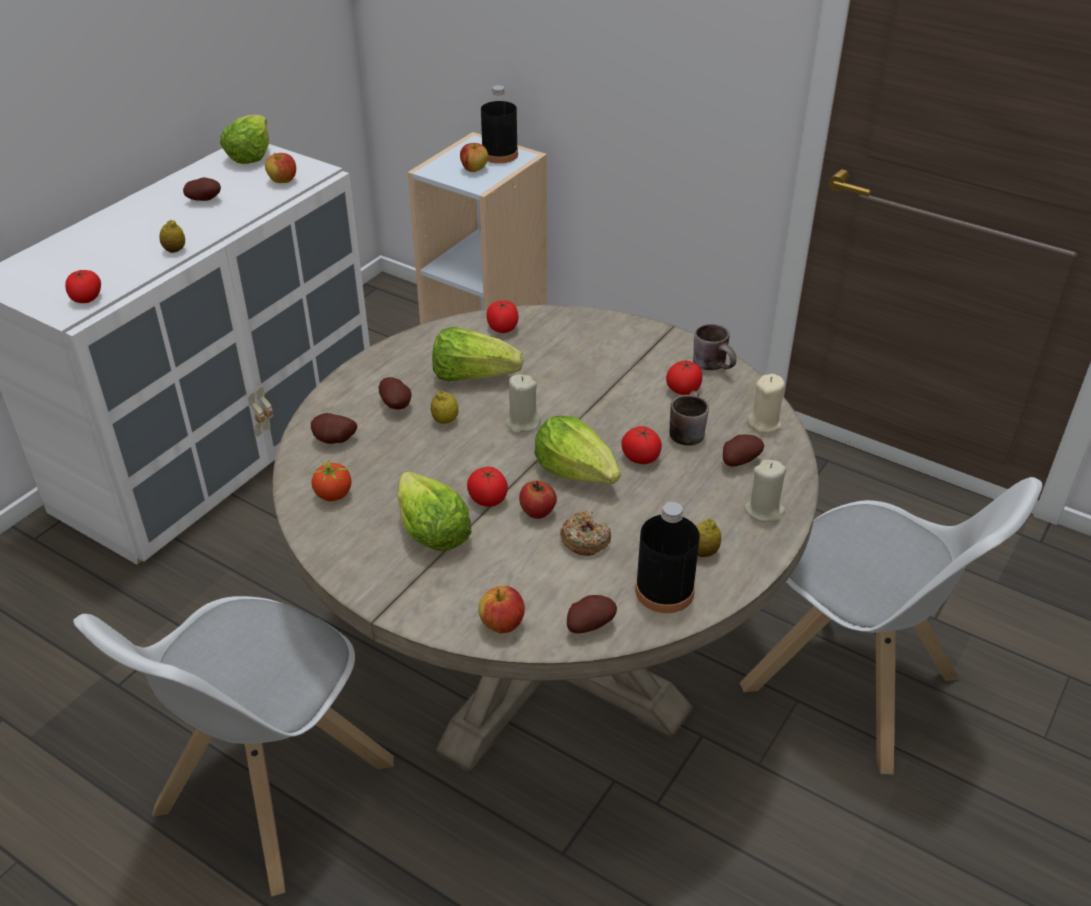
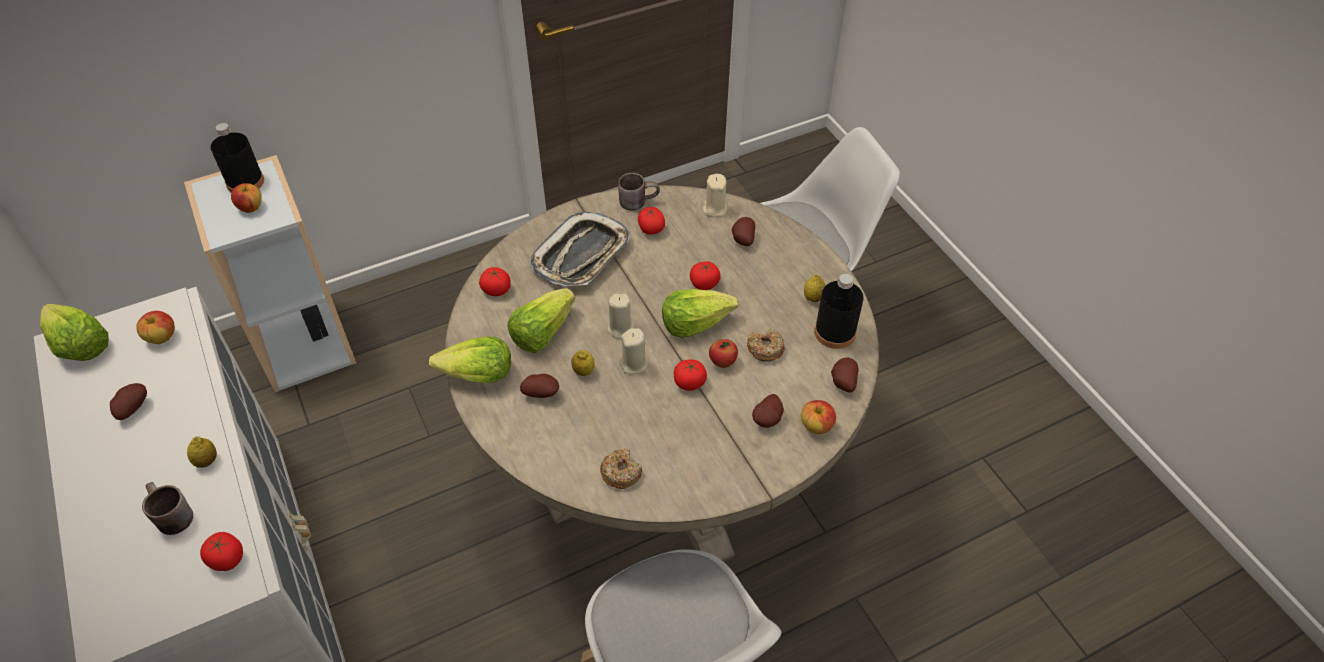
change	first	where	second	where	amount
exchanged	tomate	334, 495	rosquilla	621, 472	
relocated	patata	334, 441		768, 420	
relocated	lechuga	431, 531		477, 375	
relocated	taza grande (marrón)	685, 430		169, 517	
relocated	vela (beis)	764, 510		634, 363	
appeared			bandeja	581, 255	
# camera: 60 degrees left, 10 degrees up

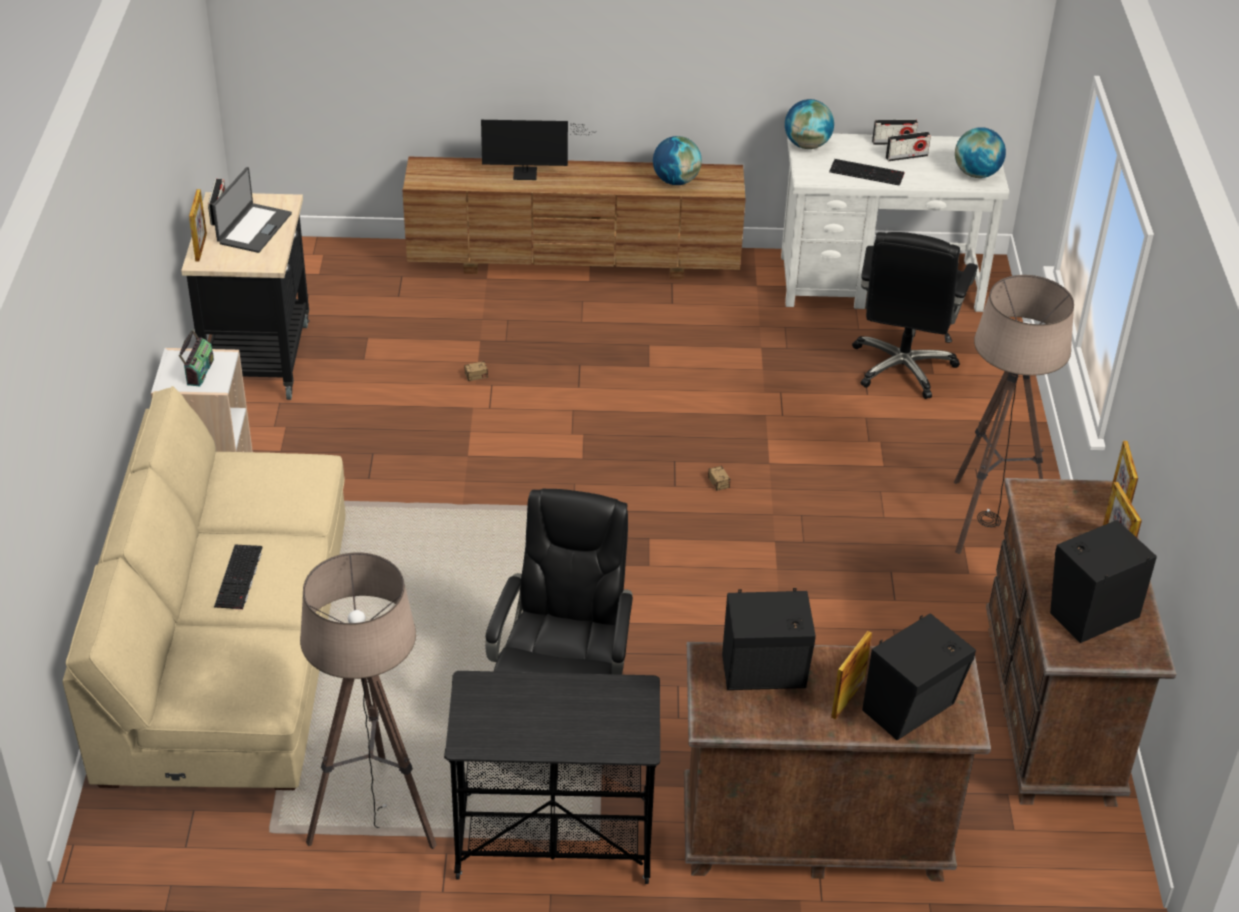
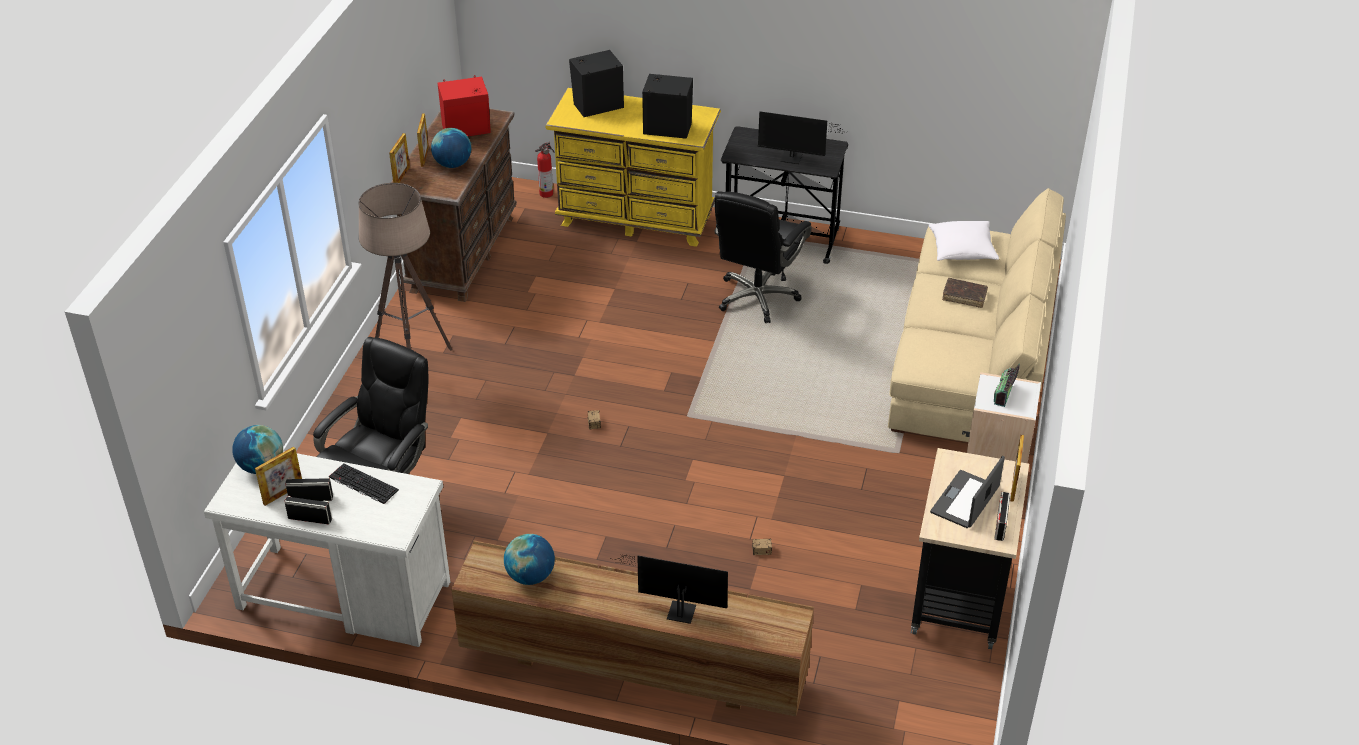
change	first	where	second	where	amount
exchanged	teclado	239, 578	libro (marrón)	964, 296	
missing	lámpara de pie	374, 816			
colour	cómoda (marrón)	814, 837	cómoda (amarillo)	636, 219	
relocated	globo terráqueo	807, 145		452, 164	
relocated	portarretratos	848, 698		283, 493	
colour	altavoz (negro)	1090, 612	altavoz (rojo)	467, 130	
appeared			extintor	547, 193	
appeared			monitor	794, 159	
appeared			cojín (blanco)	962, 250	
# camera: 165 degrees left, 0 degrees up

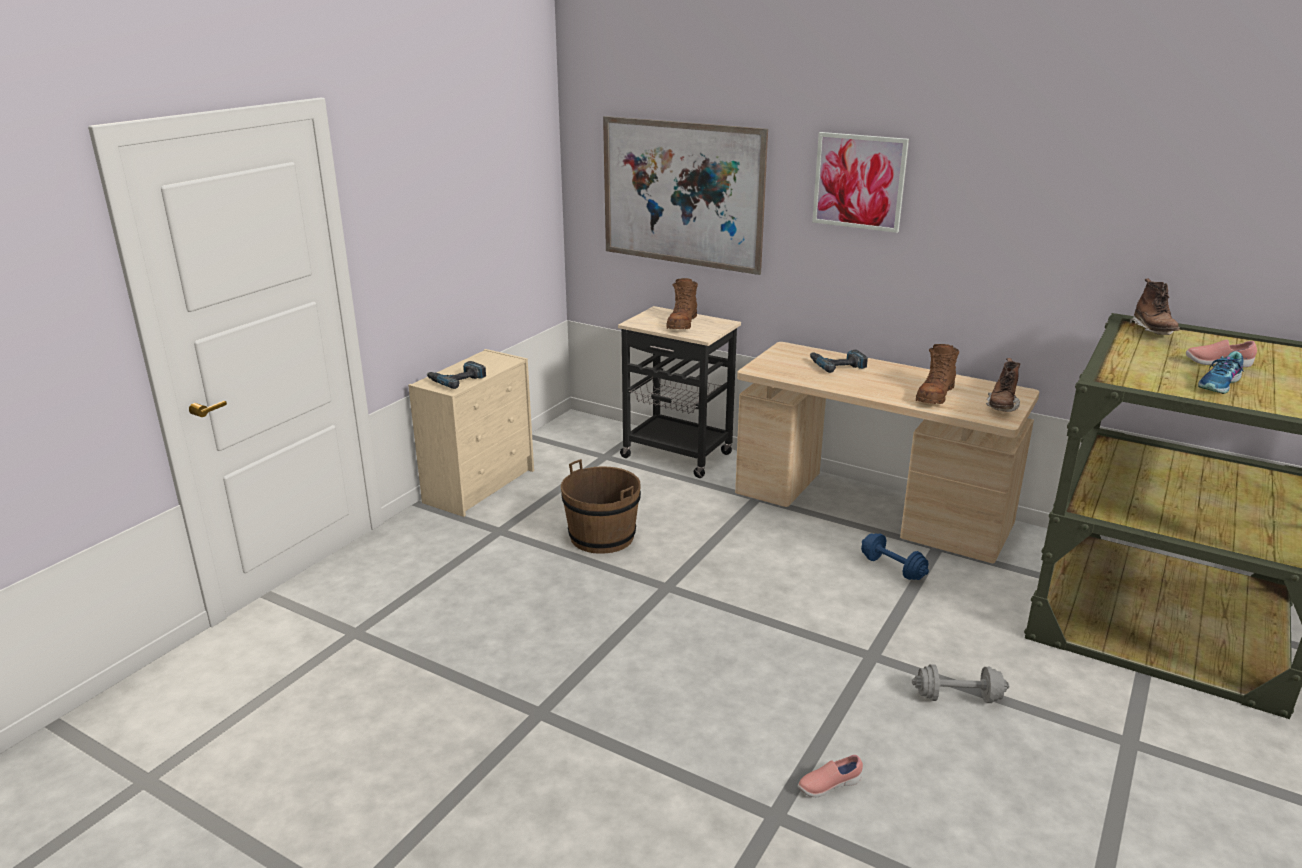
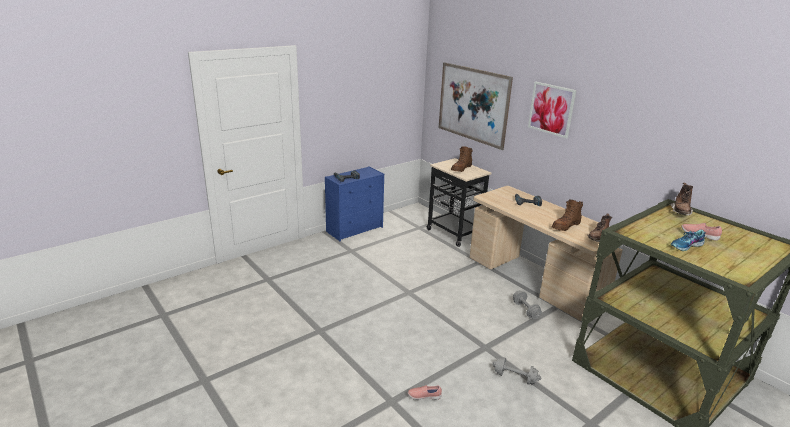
change	first	where	second	where	amount
colour	cómoda (beis)	480, 485	cómoda (azul)	355, 229	
missing	cubo (marrón)	602, 537			
colour	mancuerna (azul)	892, 568	mancuerna (gris)	525, 310	
# camera: 20 degrees right, 0 degrees up

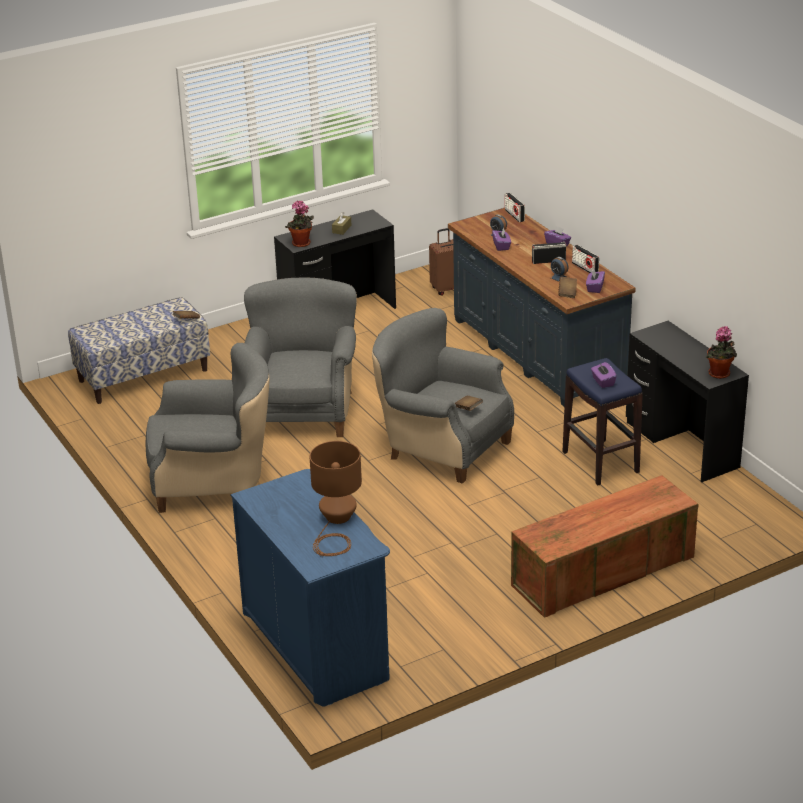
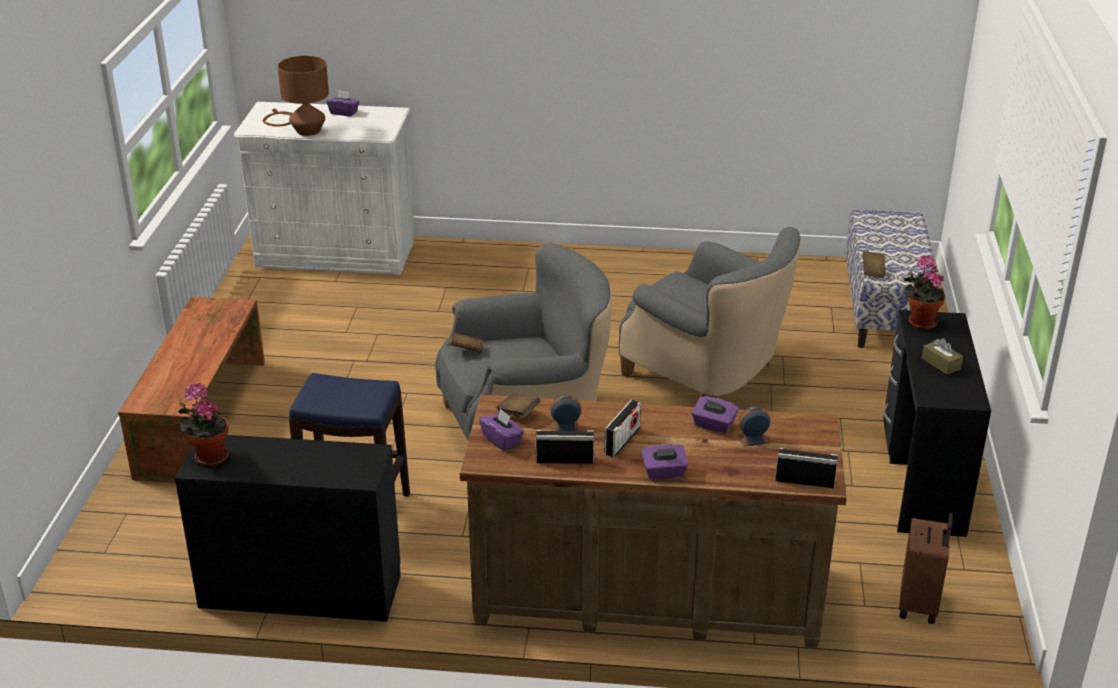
change	first	where	second	where	amount
missing	sillón (gris)	213, 481			
colour	cómoda (azul)	317, 648	cómoda (blanco)	335, 254	
relocated	caja de pañuelos (morado)	603, 382		344, 113	
# camera: 125 degrees right, 0 degrees up

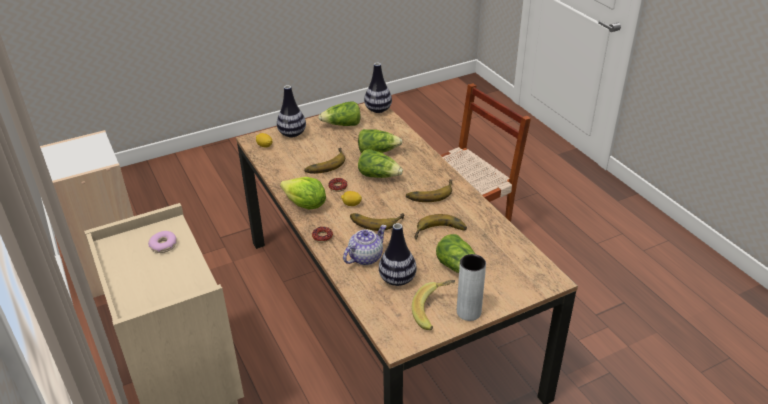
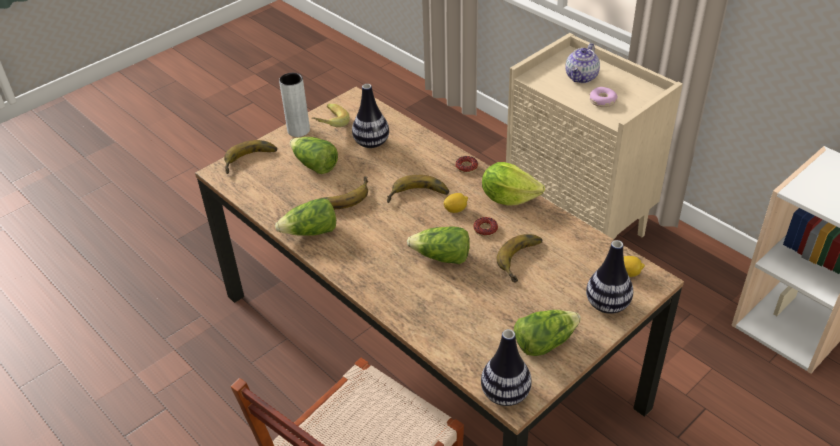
change	first	where	second	where	amount
relocated	tetera	365, 257		581, 77	
relocated	lechuga	377, 152		311, 232	
relocated	plátano	429, 193		251, 161	
# camera: 165 degrees right, 5 degrees up

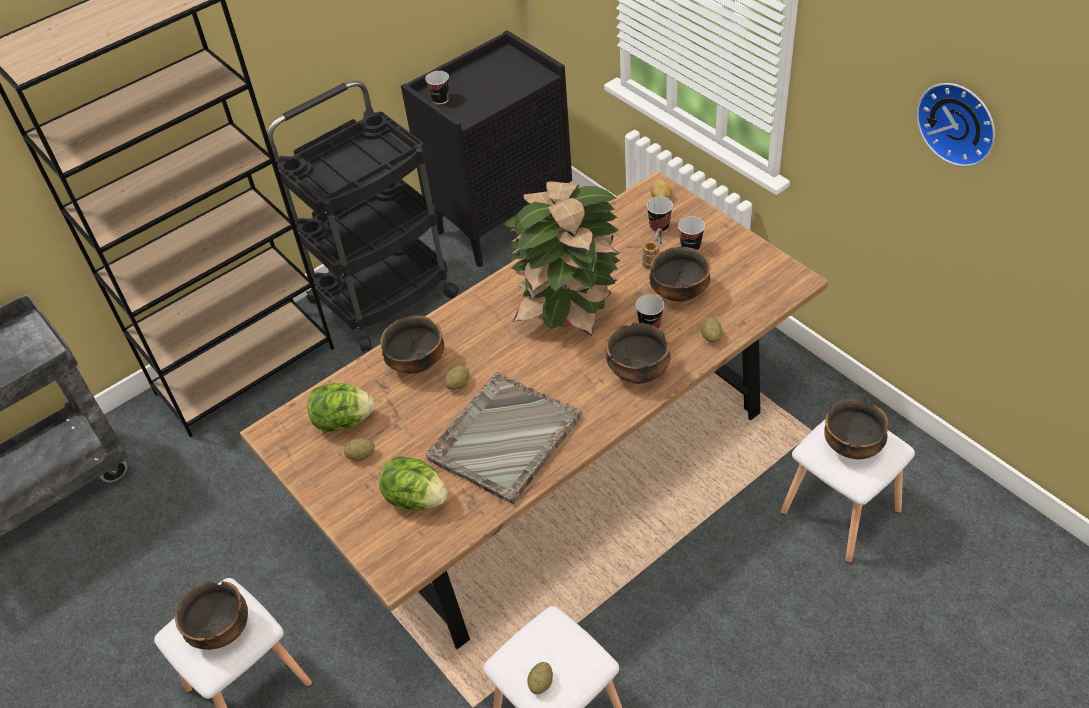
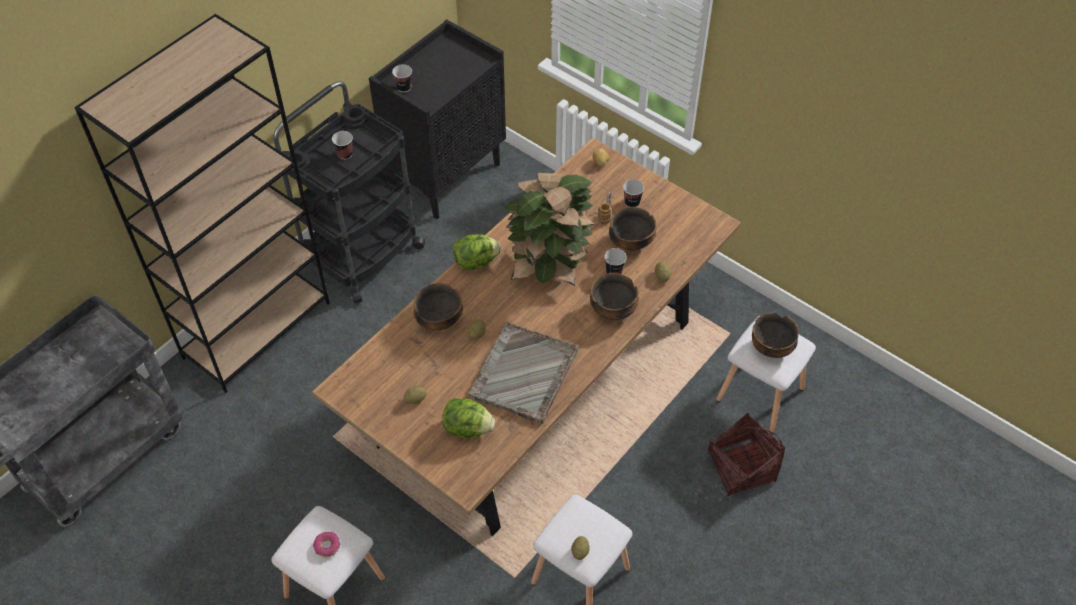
change	first	where	second	where	amount
exchanged	cuenco	222, 630	rosquilla	327, 546	
relocated	lechuga	343, 421		476, 262	
relocated	taza	659, 227		345, 154	
missing	reloj de pared	959, 121			
appeared			cesta	741, 467	
# camera: 15 degrees left, 5 degrees up

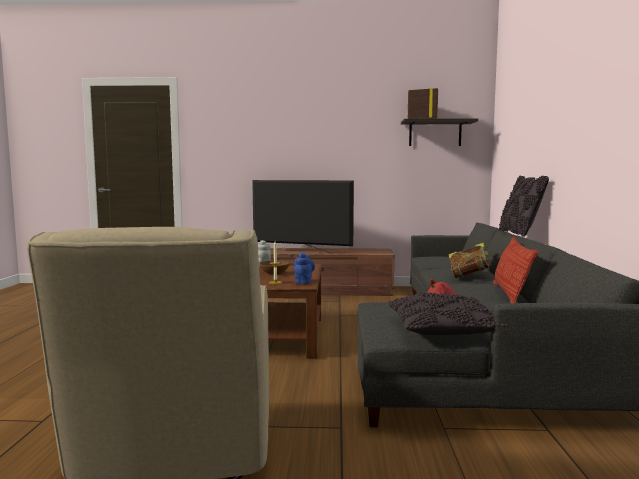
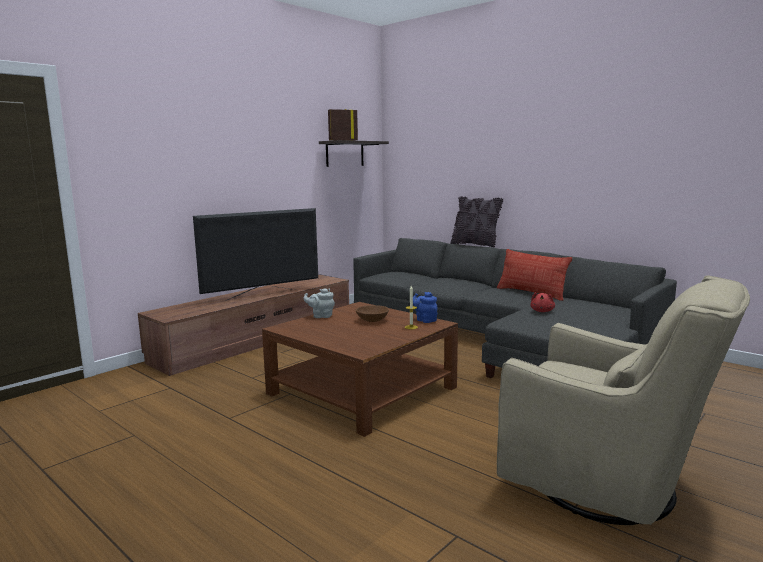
change	first	where	second	where	amount
missing	cojín (negro)	442, 329			
missing	libro	469, 277			
# camera: 50 degrees left, 5 degrees up

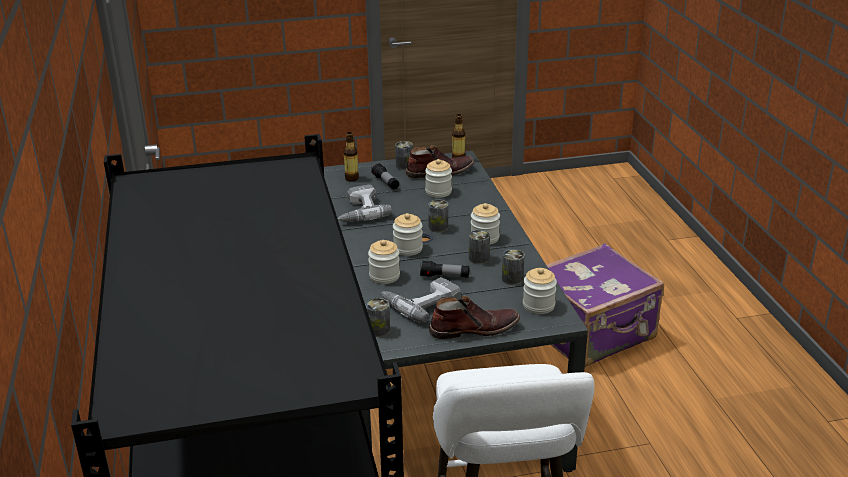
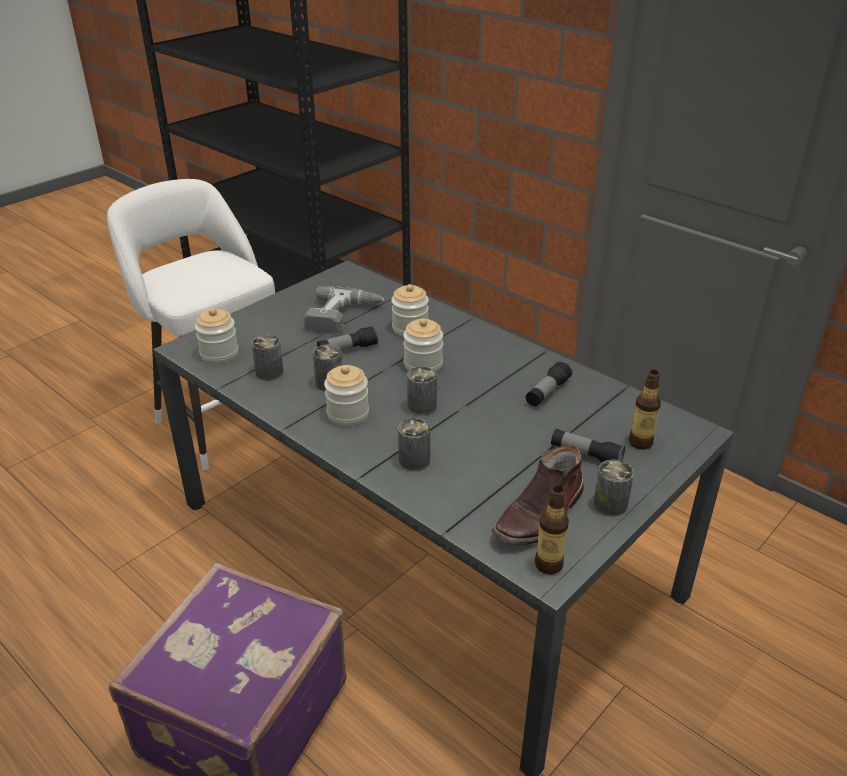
change	first	where	second	where	amount
exchanged	taladro	359, 211	linterna	547, 392	
relocated	lata	378, 330		414, 460	
missing	tarro	438, 192			
missing	bota (marrón)	474, 329			
# camera: 145 degrees right, 5 degrees up

